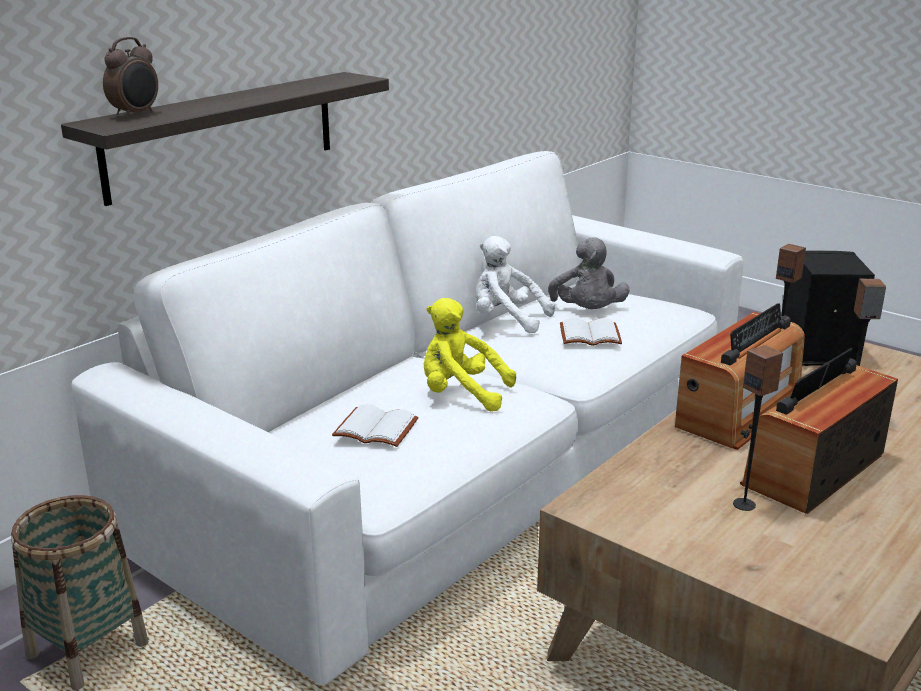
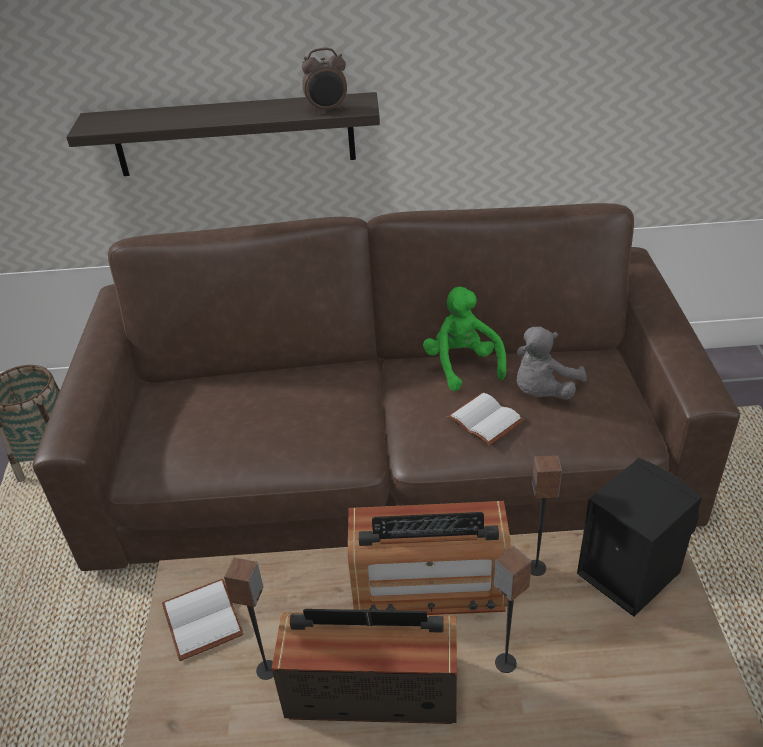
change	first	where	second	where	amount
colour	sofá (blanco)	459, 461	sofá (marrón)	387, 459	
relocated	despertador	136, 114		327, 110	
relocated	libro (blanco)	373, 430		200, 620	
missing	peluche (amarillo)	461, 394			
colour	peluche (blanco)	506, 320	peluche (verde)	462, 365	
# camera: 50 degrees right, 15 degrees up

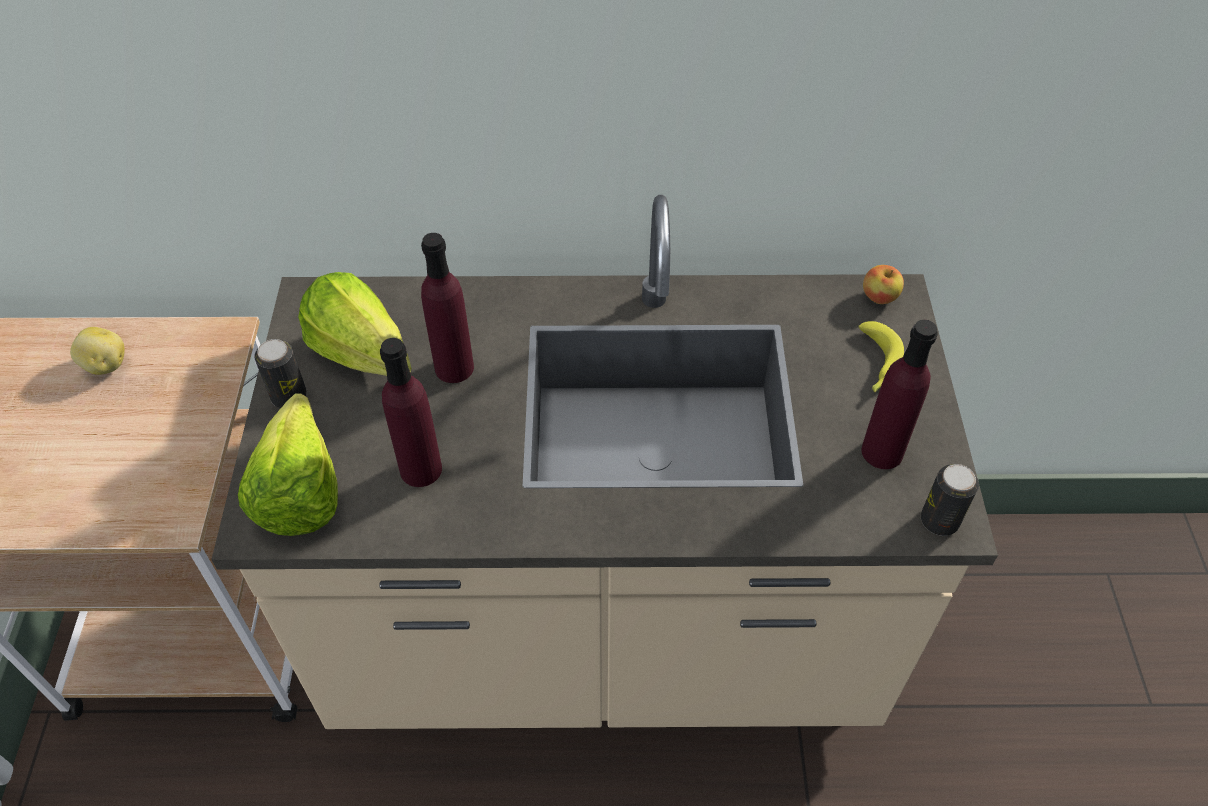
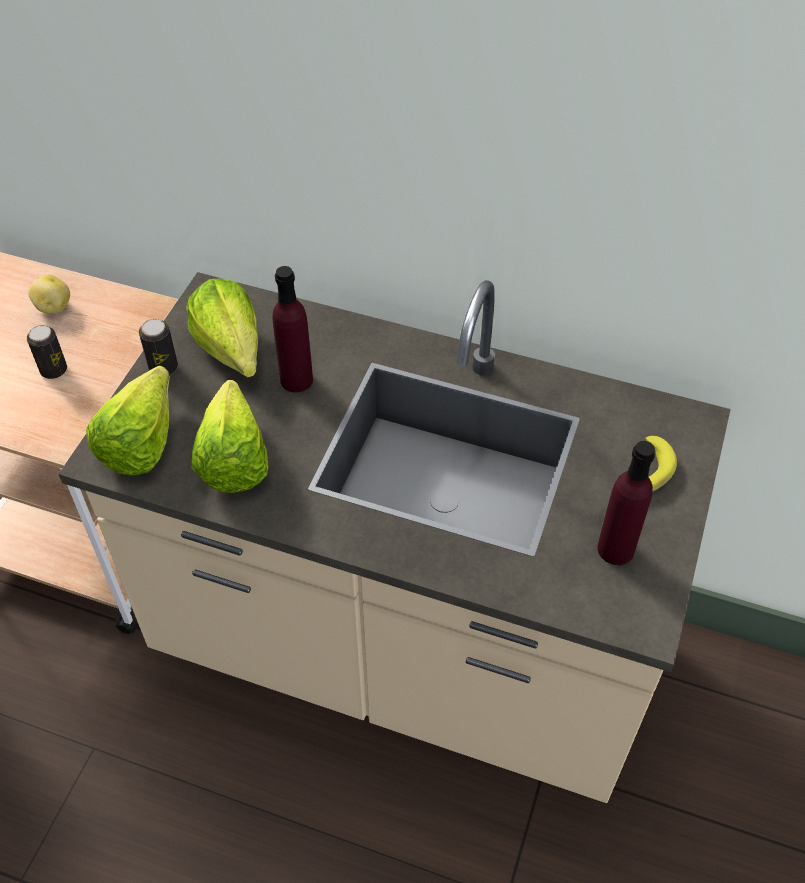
change	first	where	second	where	amount
exchanged	botella (morado)	421, 469	lechuga	236, 452	
missing	manzana	879, 297			
relocated	lata	939, 520		54, 370	
# camera: 20 degrees right, 0 degrees up

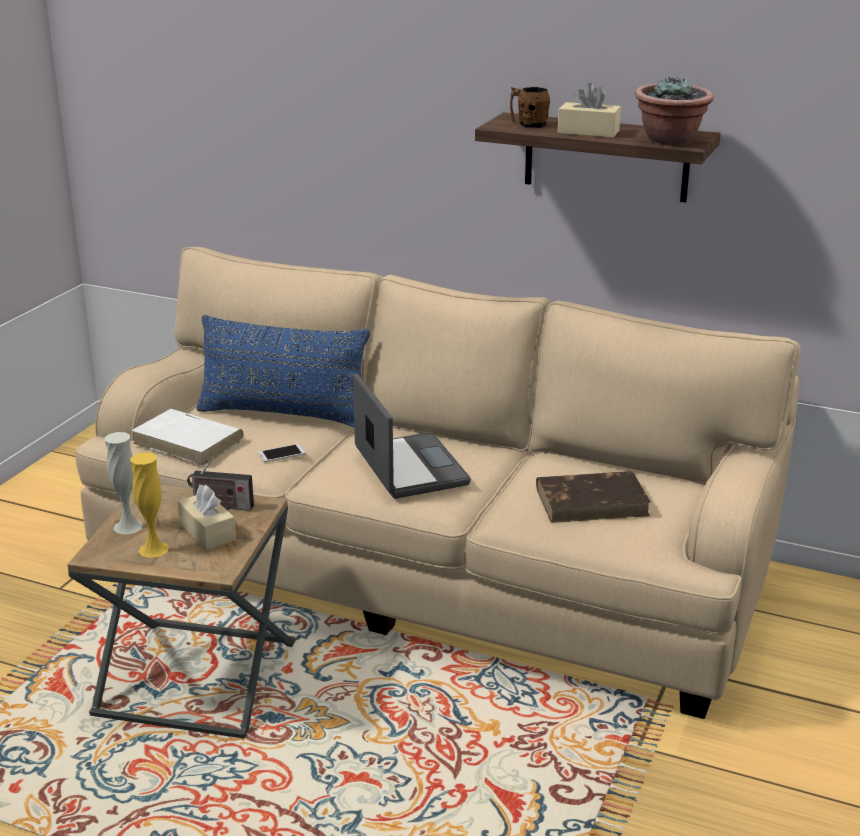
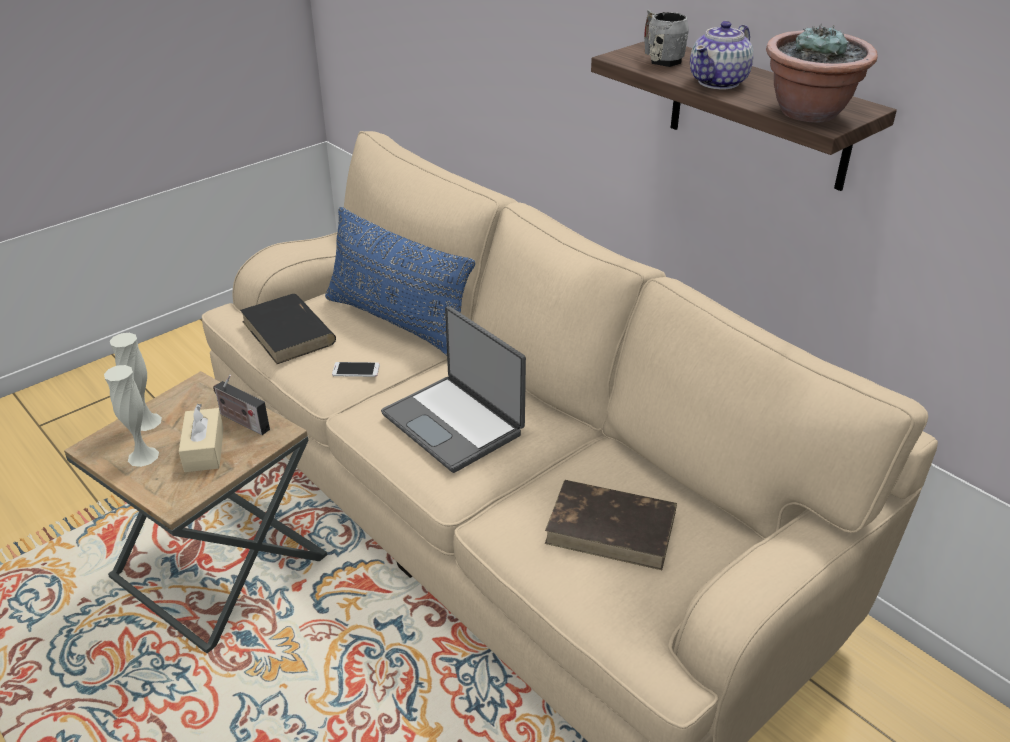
change	first	where	second	where	amount
colour	florero (amarillo)	153, 549	florero (blanco)	143, 456	
colour	libro (blanco)	189, 441	libro (negro)	289, 333	
spun	portátil	408, 468		454, 423	135 degrees clockwise
colour	taza grande (marrón)	528, 124	taza grande (gris)	661, 59	
exchanged	caja de pañuelos (beis)	588, 132	tetera	719, 82	
# camera: 25 degrees right, 10 degrees up

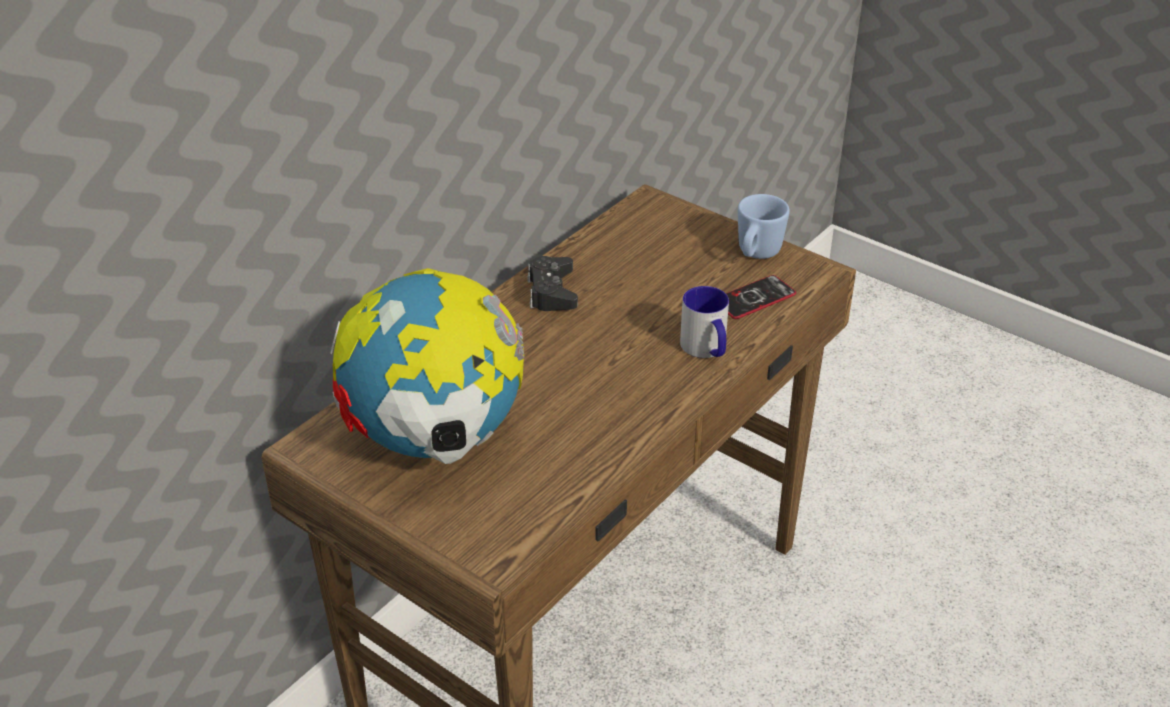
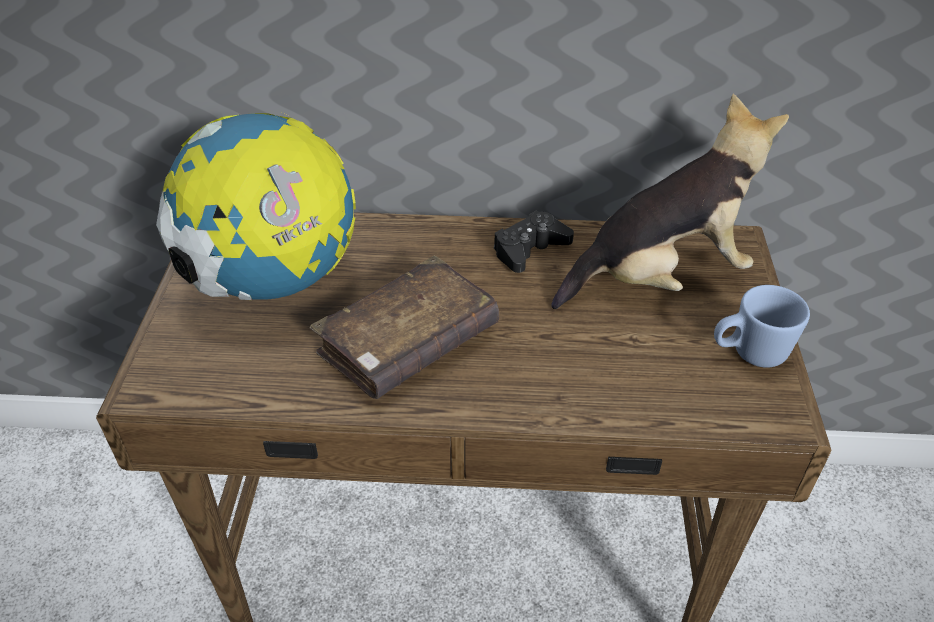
change	first	where	second	where	amount
missing	taza grande	706, 349			
missing	móvil	754, 298			
appeared			libro (marrón)	408, 343	
appeared			peluche	660, 276	
# camera: 55 degrees right, 5 degrees up

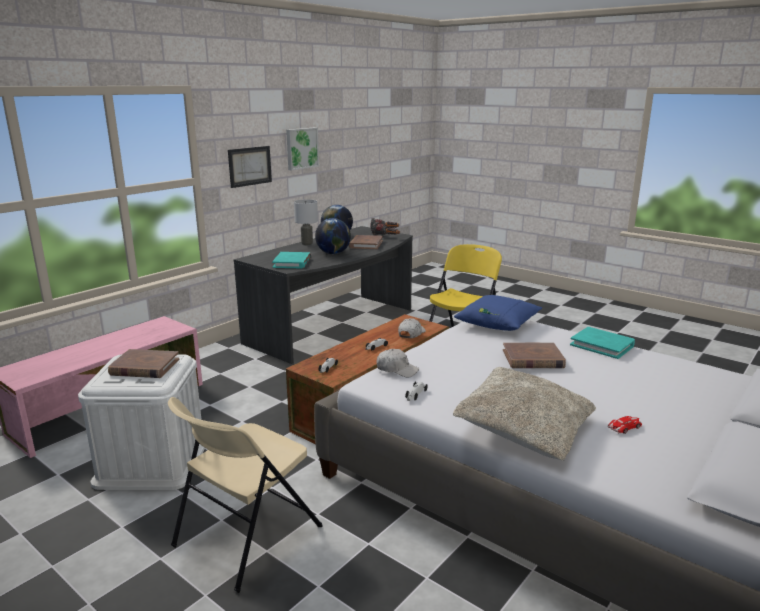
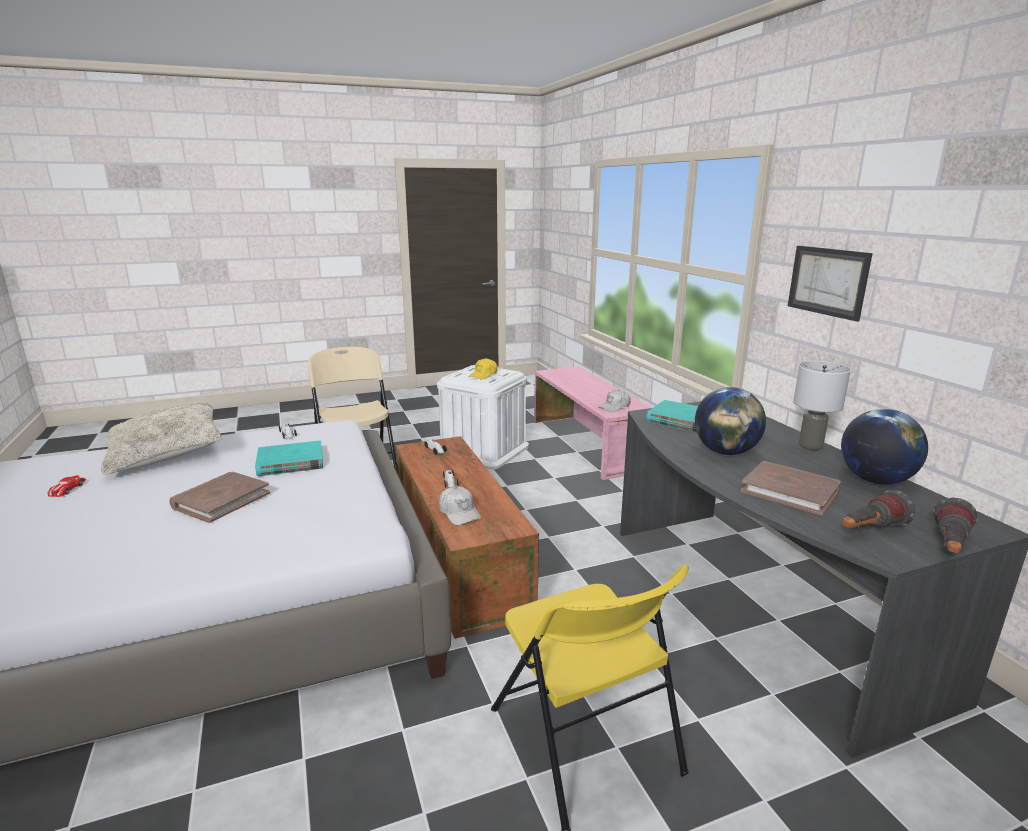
change	first	where	second	where	amount
exchanged	libro (marrón)	144, 367	gorra (amarillo)	483, 375	
missing	cuadro	301, 148			
relocated	gorra (blanco)	397, 369		614, 407	
missing	cojín (azul)	497, 324			
relocated	libro (turquesa)	602, 345		290, 462	
# camera: 120 degrees right, 0 degrees up

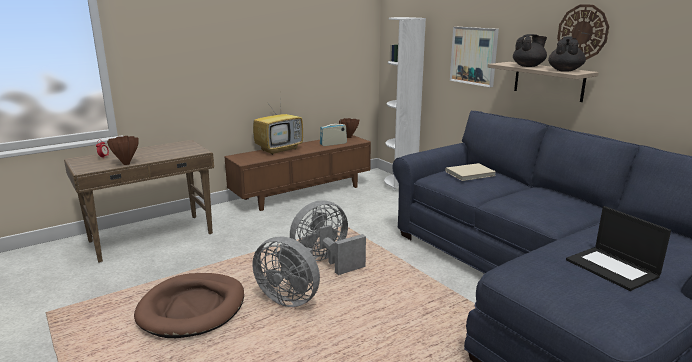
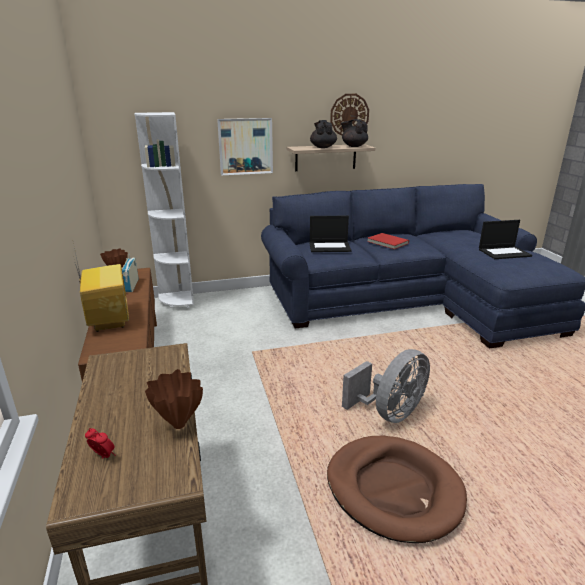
change	first	where	second	where	amount
missing	ventilador (gris)	326, 261			
exchanged	libro (beis)	470, 174	portátil	330, 247	
appeared			libro (rojo)	387, 242	
# camera: 70 degrees left, 5 degrees up

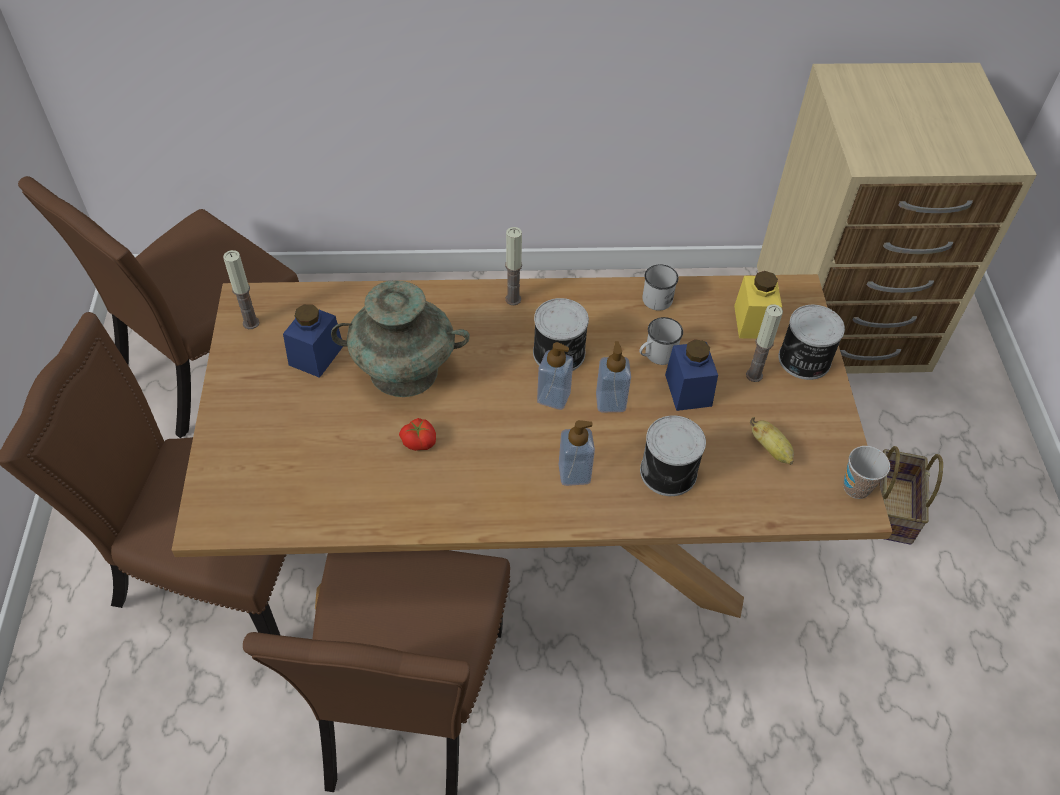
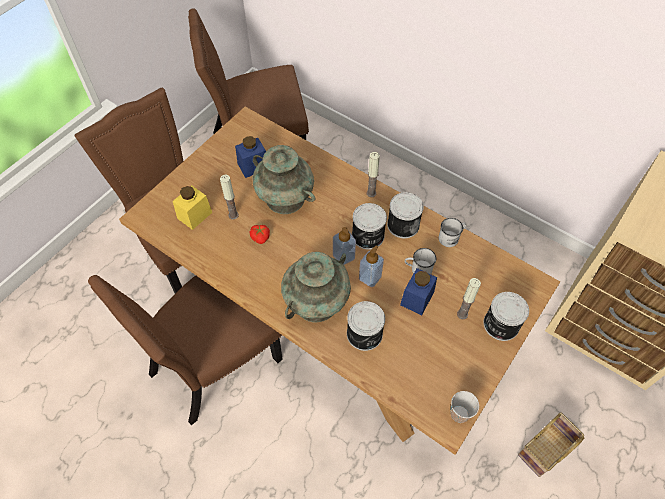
change	first	where	second	where	amount
relocated	vela	251, 323		233, 215	
exchanged	dispensador de jabón	574, 473	florero (turquesa)	317, 302	
relocated	tarro (amarillo)	753, 322		194, 215	
missing	plátano	771, 450			
appeared			lata	402, 224	
# camera: 40 degrees right, 5 degrees up

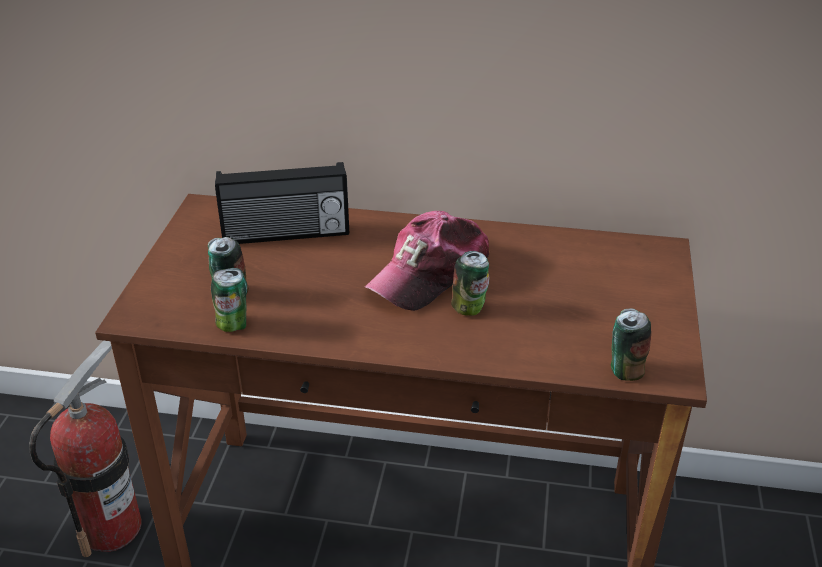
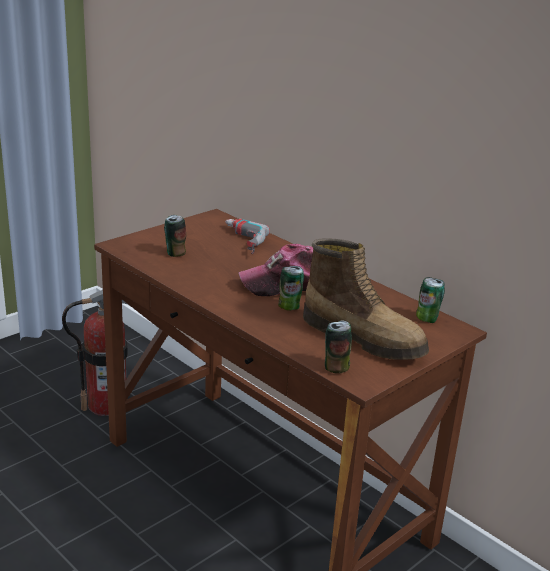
change	first	where	second	where	amount
relocated	lata	233, 325		427, 319	
exchanged	radio	286, 234	taladro	239, 241	
appeared			bota	364, 338	
# camera: 35 degrees right, 10 degrees down

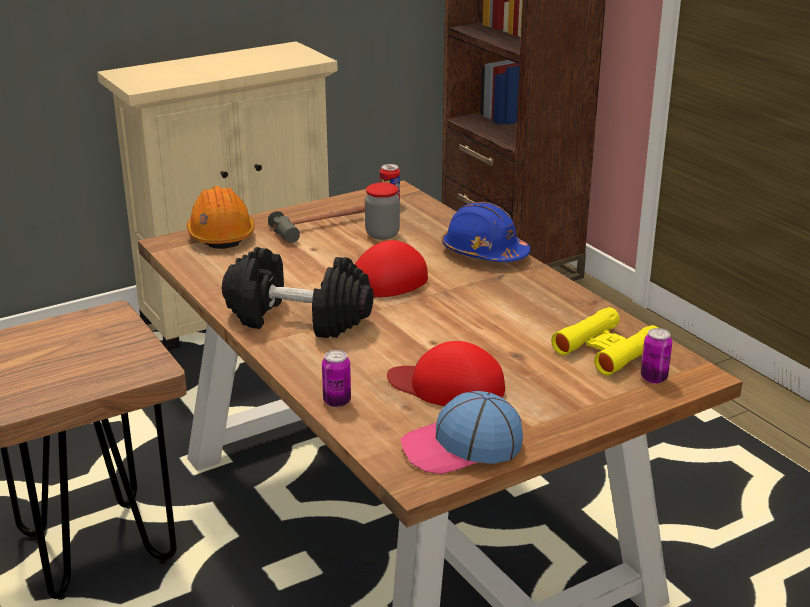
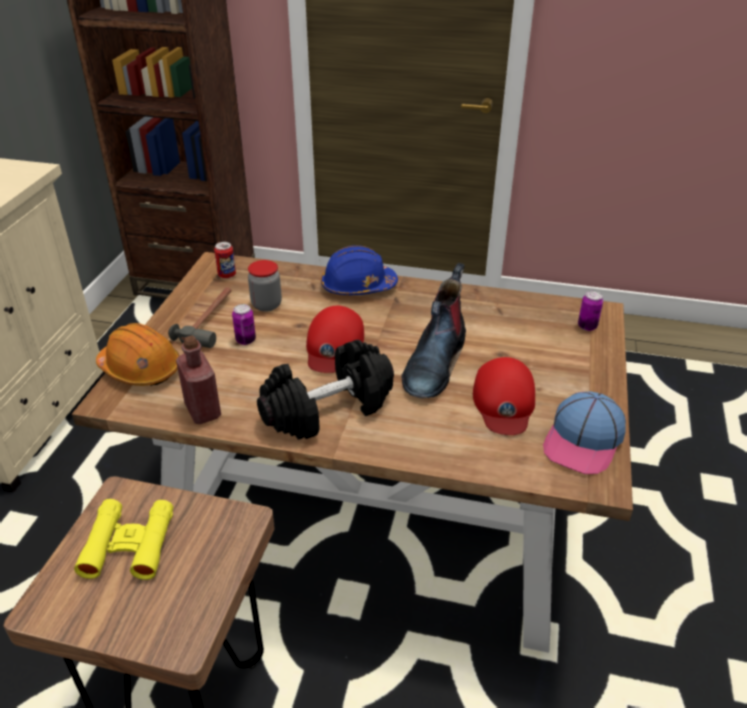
change	first	where	second	where	amount
relocated	lata	337, 401		245, 340	
spun	gorra (rojo)	447, 386		504, 402	60 degrees counterclockwise
relocated	prismáticos (amarillo)	607, 350		129, 545	
appeared			botella (rojo)	203, 411	
appeared			bota	434, 363	
# camera: 45 degrees left, 10 degrees up

